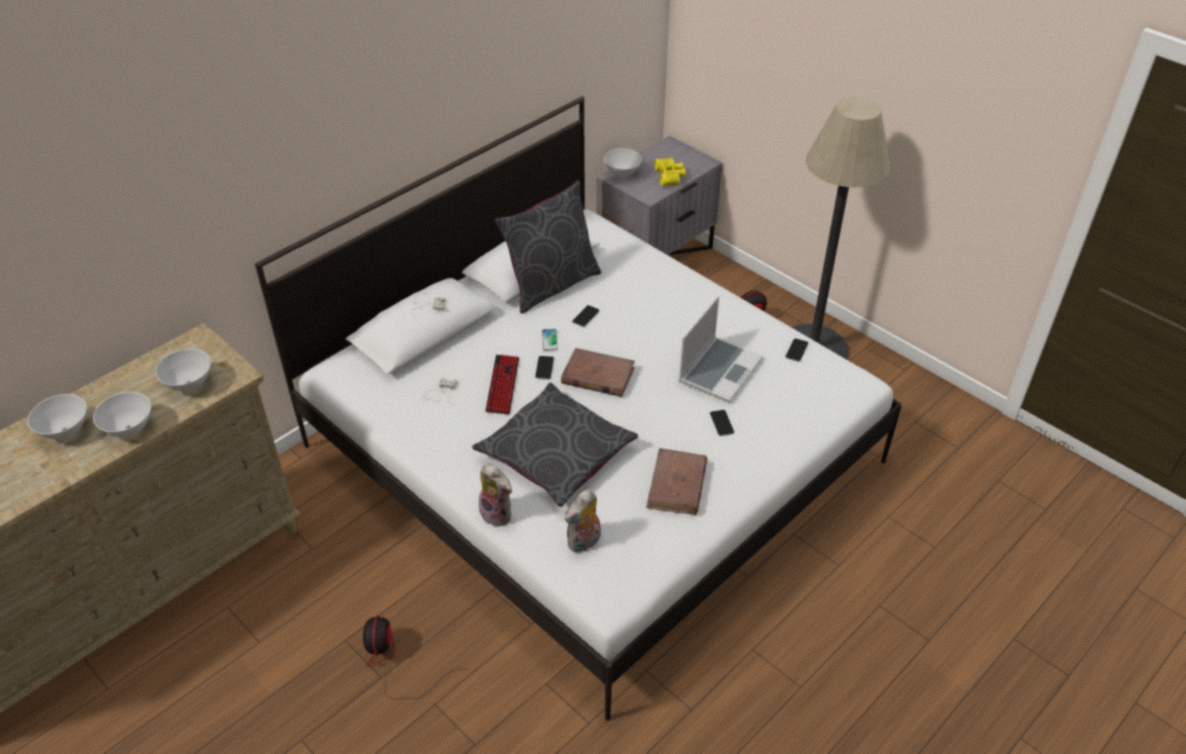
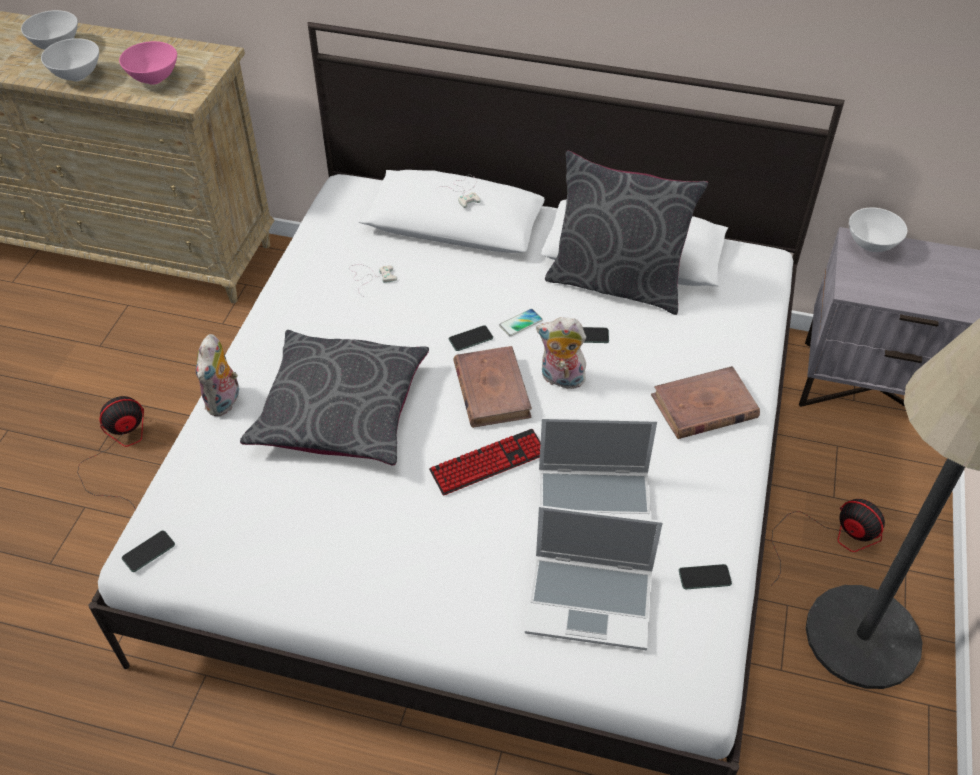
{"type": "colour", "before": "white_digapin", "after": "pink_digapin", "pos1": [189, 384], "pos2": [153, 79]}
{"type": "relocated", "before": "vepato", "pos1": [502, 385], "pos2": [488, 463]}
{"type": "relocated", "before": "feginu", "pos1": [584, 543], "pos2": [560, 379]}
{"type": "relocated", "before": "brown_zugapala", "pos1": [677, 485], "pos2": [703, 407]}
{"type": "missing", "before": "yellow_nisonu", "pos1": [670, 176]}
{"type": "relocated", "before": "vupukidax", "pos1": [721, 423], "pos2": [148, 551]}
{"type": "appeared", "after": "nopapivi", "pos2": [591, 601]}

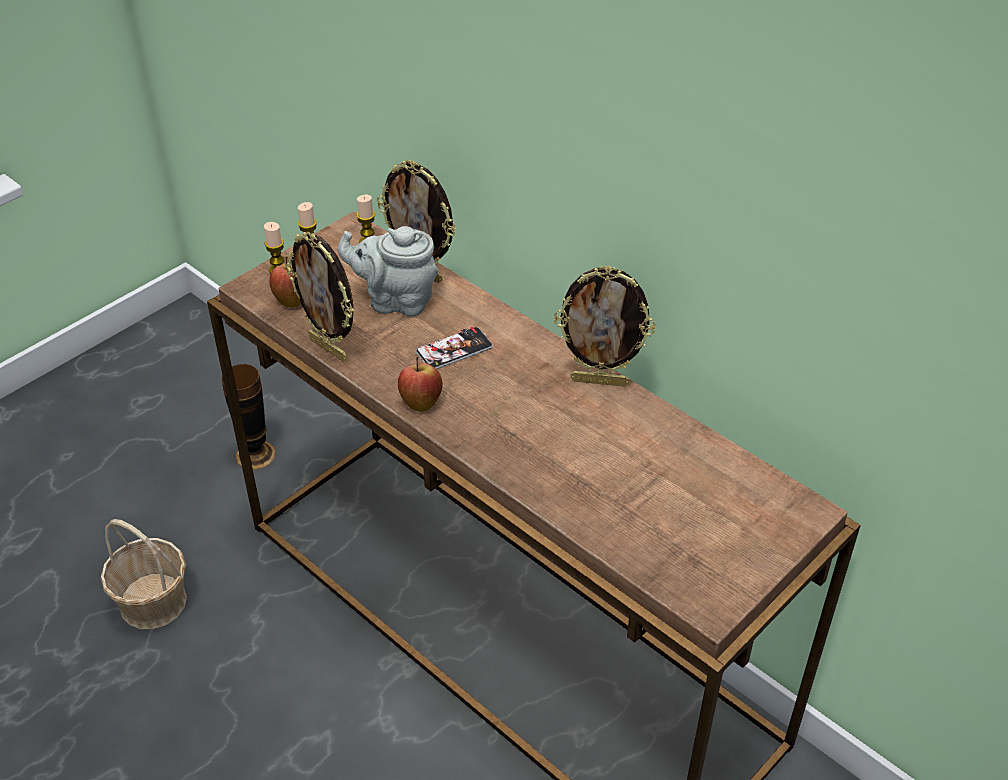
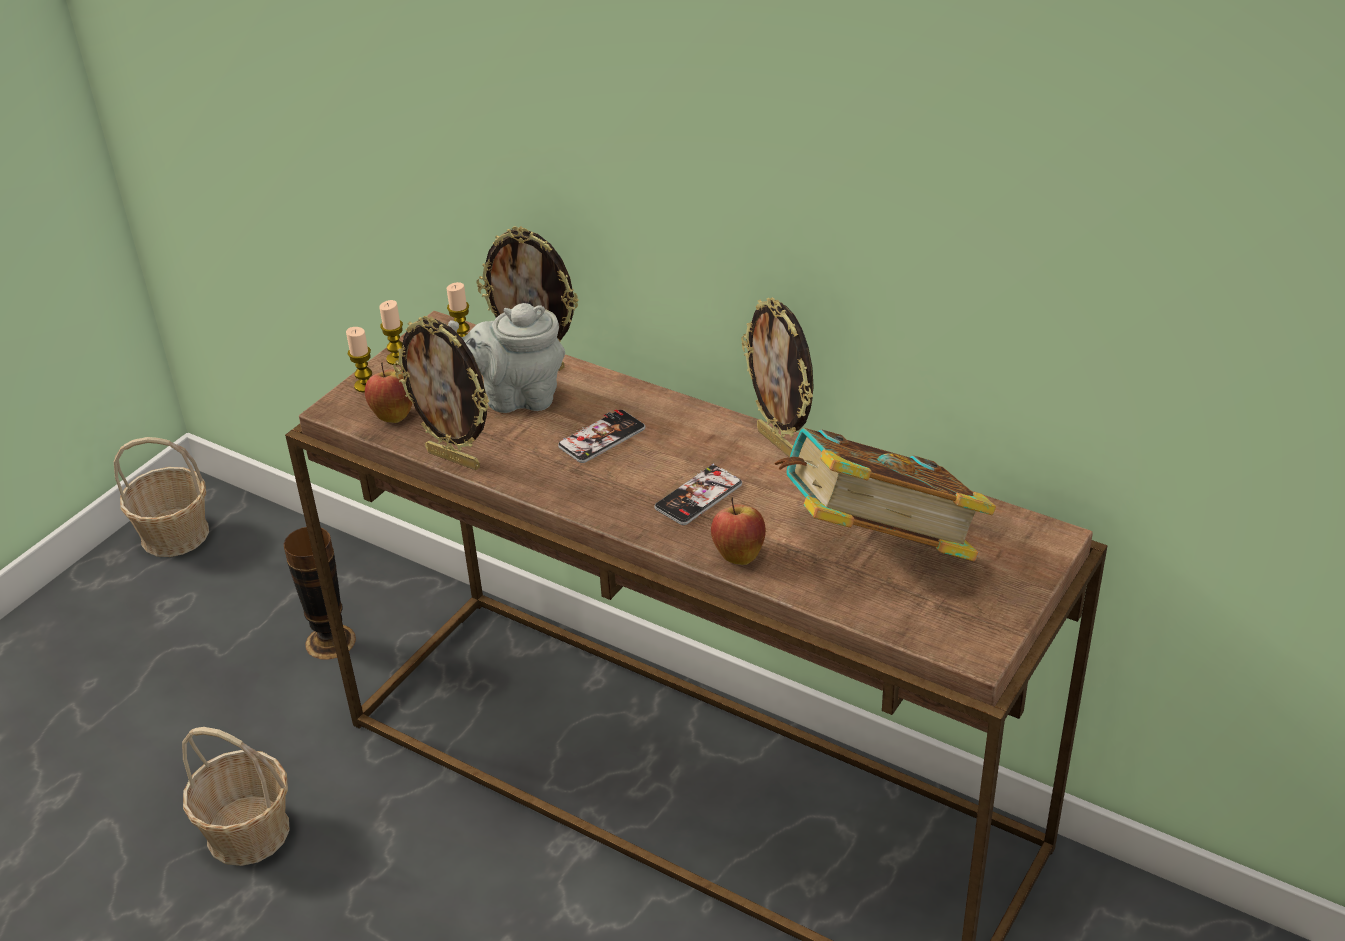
{"type": "relocated", "before": "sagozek", "pos1": [421, 402], "pos2": [738, 554]}
{"type": "spun", "before": "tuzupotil", "pos1": [600, 381], "pos2": [779, 443], "turn": 60}
{"type": "appeared", "after": "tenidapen", "pos2": [175, 535]}
{"type": "appeared", "after": "vupukidax", "pos2": [698, 496]}
{"type": "appeared", "after": "zugapala", "pos2": [877, 548]}

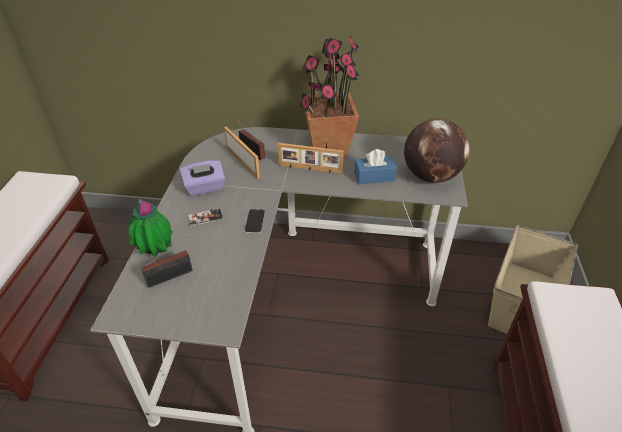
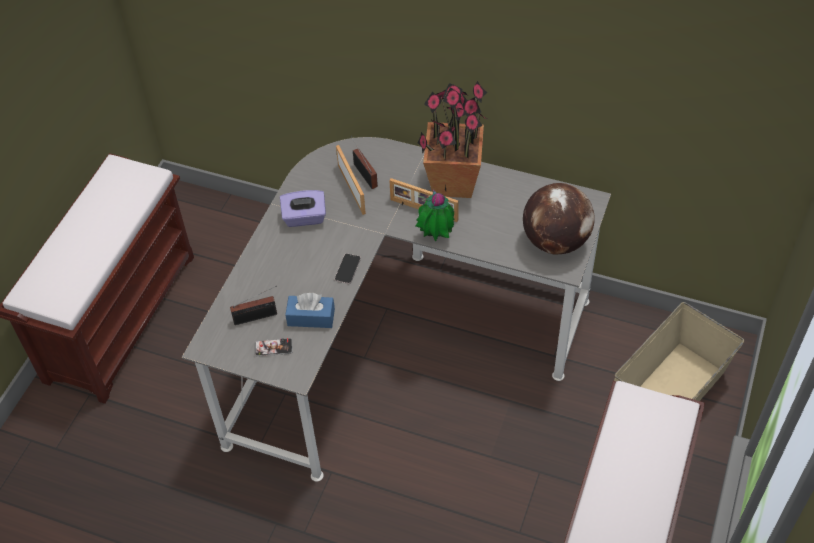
{"type": "relocated", "before": "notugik", "pos1": [156, 255], "pos2": [435, 238]}
{"type": "relocated", "before": "vupukidax", "pos1": [205, 217], "pos2": [273, 348]}
{"type": "relocated", "before": "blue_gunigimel", "pos1": [374, 176], "pos2": [311, 317]}

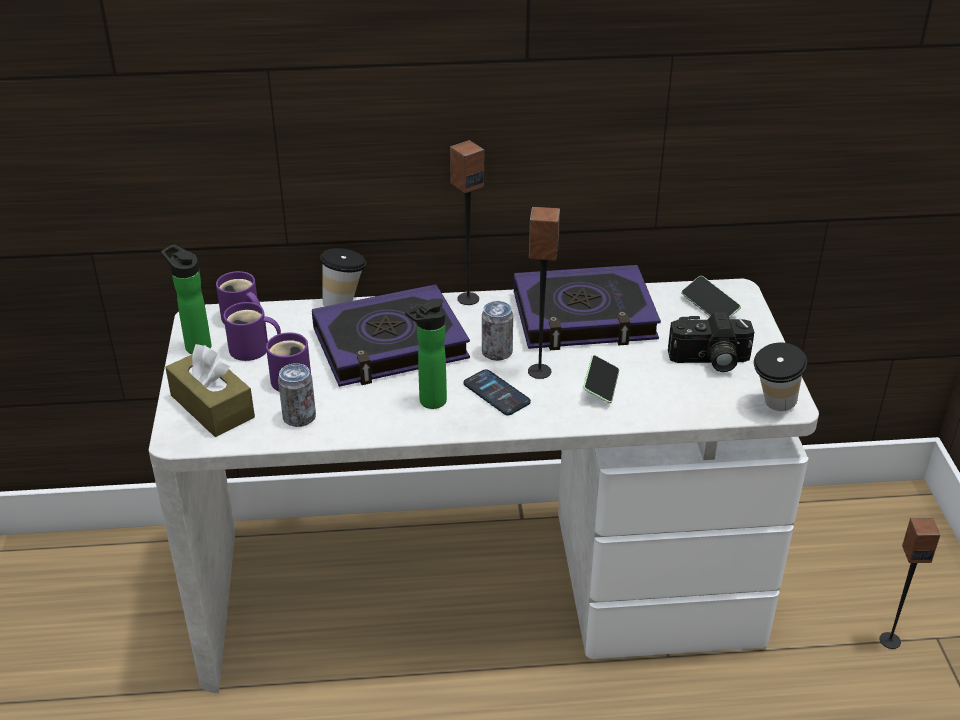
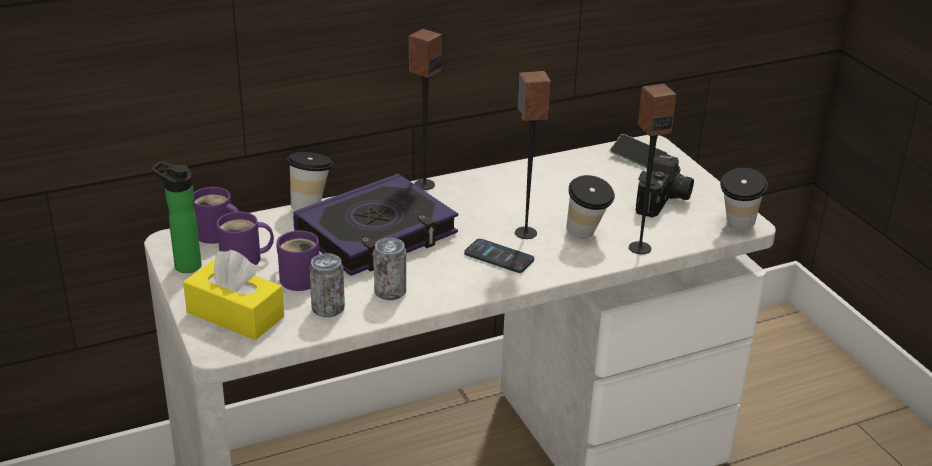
{"type": "colour", "before": "brown_gunigimel", "after": "yellow_gunigimel", "pos1": [212, 406], "pos2": [235, 315]}
{"type": "missing", "before": "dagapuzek", "pos1": [429, 402]}
{"type": "relocated", "before": "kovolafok", "pos1": [497, 352], "pos2": [390, 292]}
{"type": "missing", "before": "zugapala", "pos1": [584, 317]}
{"type": "exchanged", "before": "vupukidax", "after": "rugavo", "pos1": [601, 386], "pos2": [586, 236]}
{"type": "spun", "before": "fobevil", "pos1": [709, 360], "pos2": [664, 201], "turn": -45}
{"type": "relocated", "before": "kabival", "pos1": [889, 640], "pos2": [639, 248]}

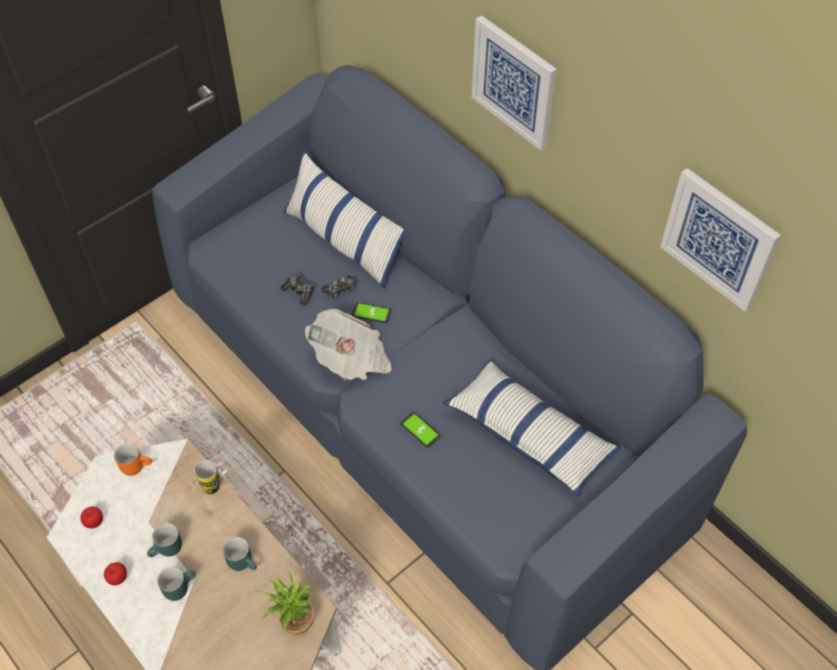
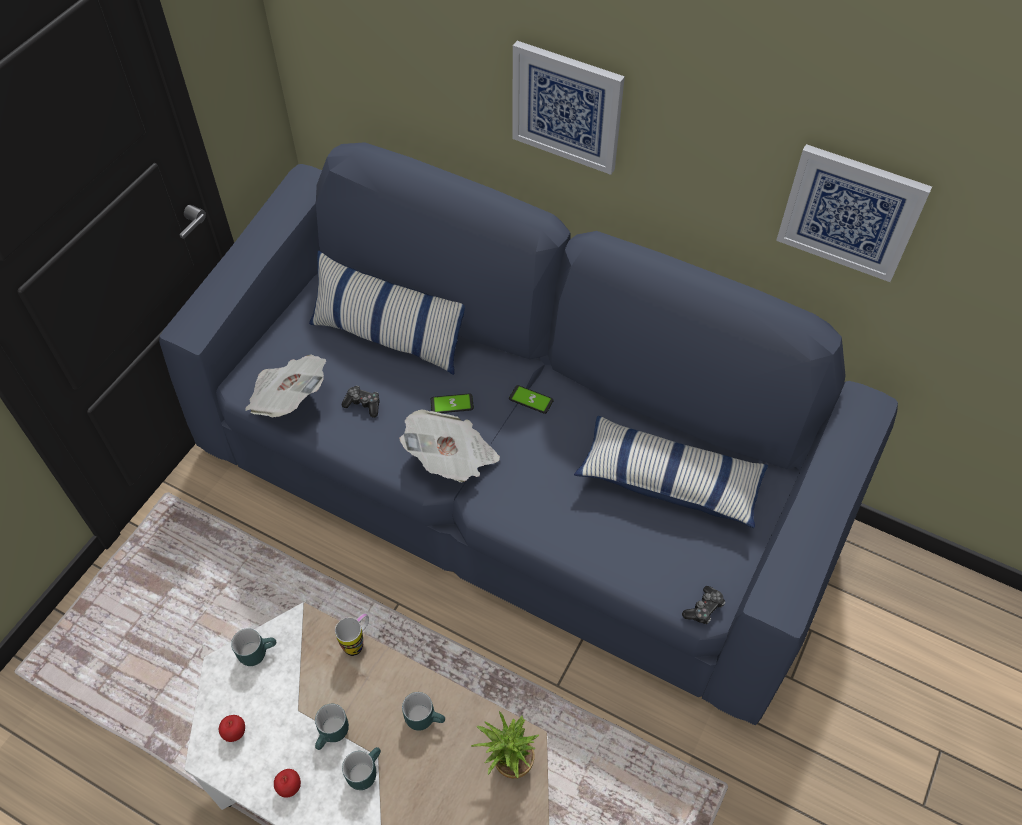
{"type": "colour", "before": "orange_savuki", "after": "turquoise_savuki", "pos1": [136, 465], "pos2": [257, 651]}
{"type": "relocated", "before": "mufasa", "pos1": [340, 290], "pos2": [704, 609]}
{"type": "relocated", "before": "vupukidax", "pos1": [420, 430], "pos2": [531, 400]}
{"type": "appeared", "after": "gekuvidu", "pos2": [289, 398]}

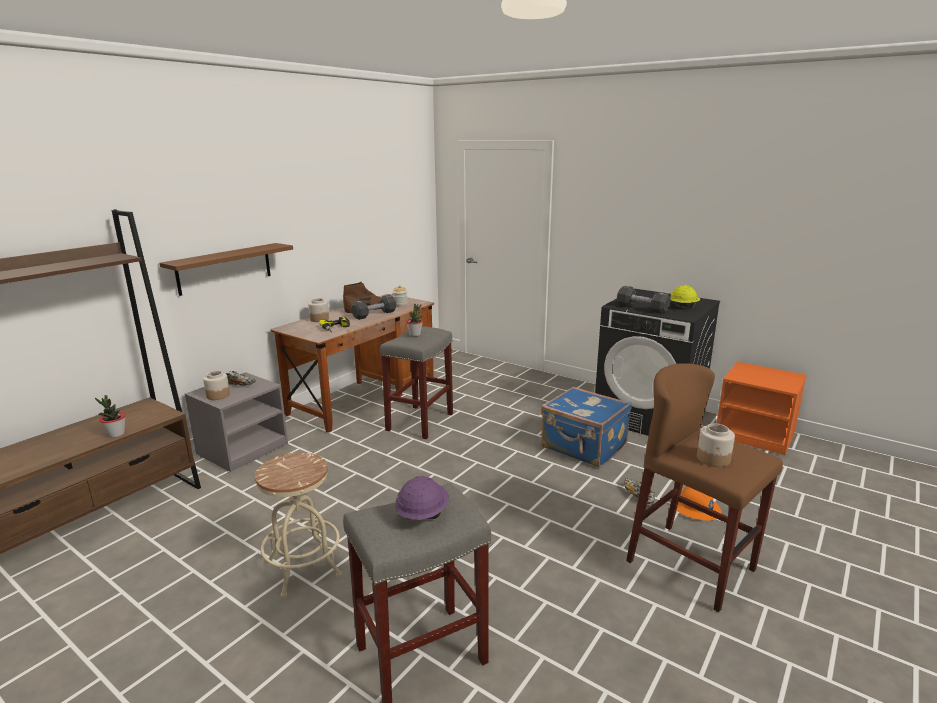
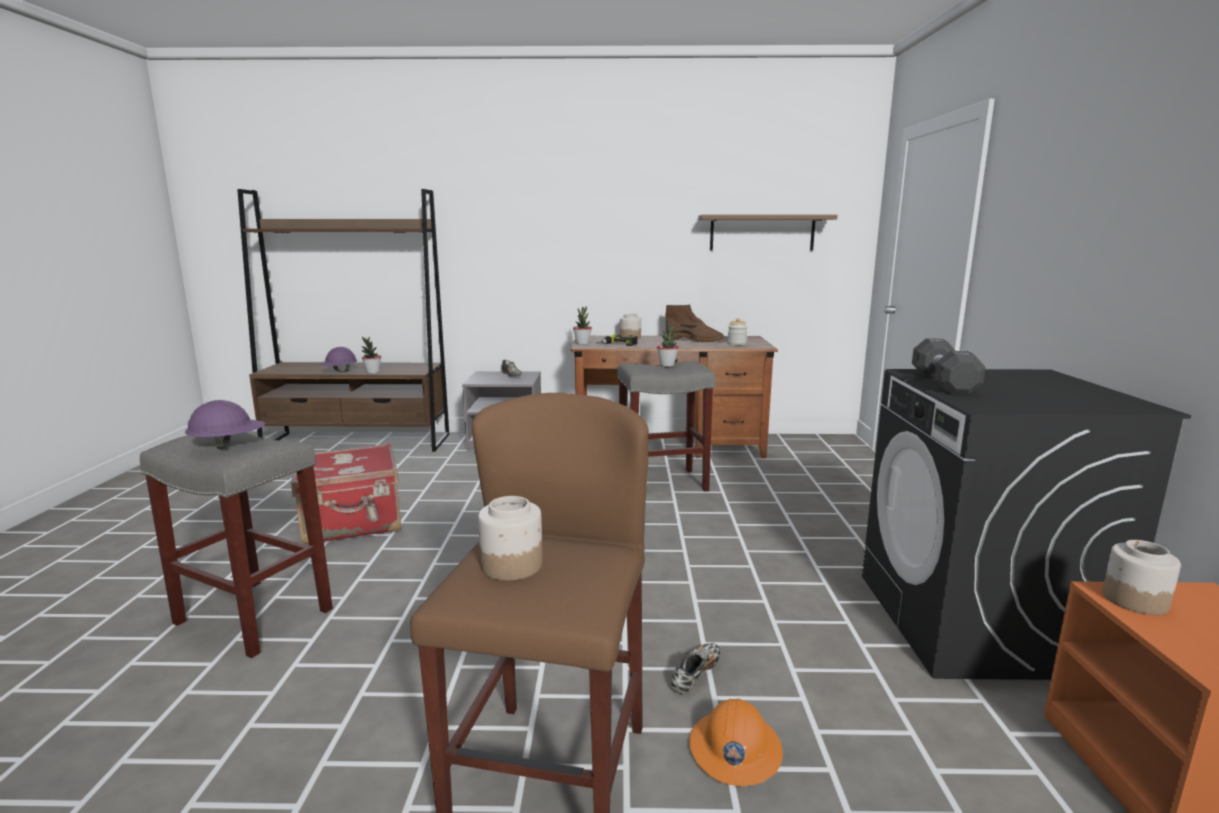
{"type": "relocated", "before": "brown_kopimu", "pos1": [224, 268], "pos2": [762, 233]}
{"type": "relocated", "before": "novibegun", "pos1": [218, 395], "pos2": [1134, 600]}
{"type": "exchanged", "before": "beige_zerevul", "after": "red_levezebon", "pos1": [304, 569], "pos2": [353, 523]}
{"type": "missing", "before": "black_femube", "pos1": [374, 315]}
{"type": "missing", "before": "blue_levezebon", "pos1": [583, 447]}
{"type": "missing", "before": "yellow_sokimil", "pos1": [683, 307]}
{"type": "appeared", "after": "purple_sokimil", "pos2": [339, 372]}
{"type": "appeared", "after": "notugik", "pos2": [582, 343]}

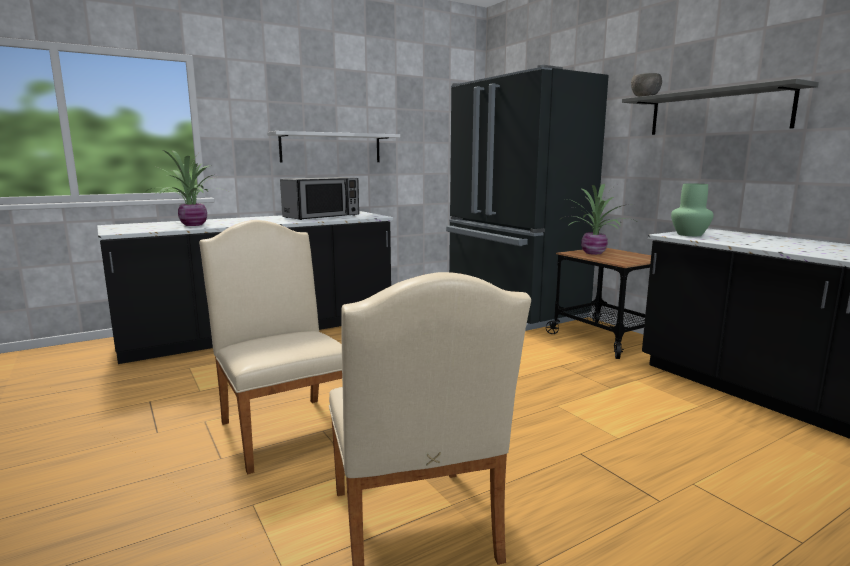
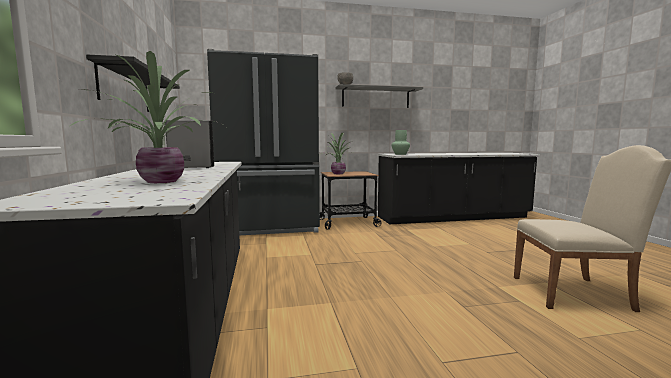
{"type": "missing", "before": "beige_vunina", "pos1": [283, 427]}
{"type": "colour", "before": "white_kopimu", "after": "black_kopimu", "pos1": [331, 148], "pos2": [125, 90]}

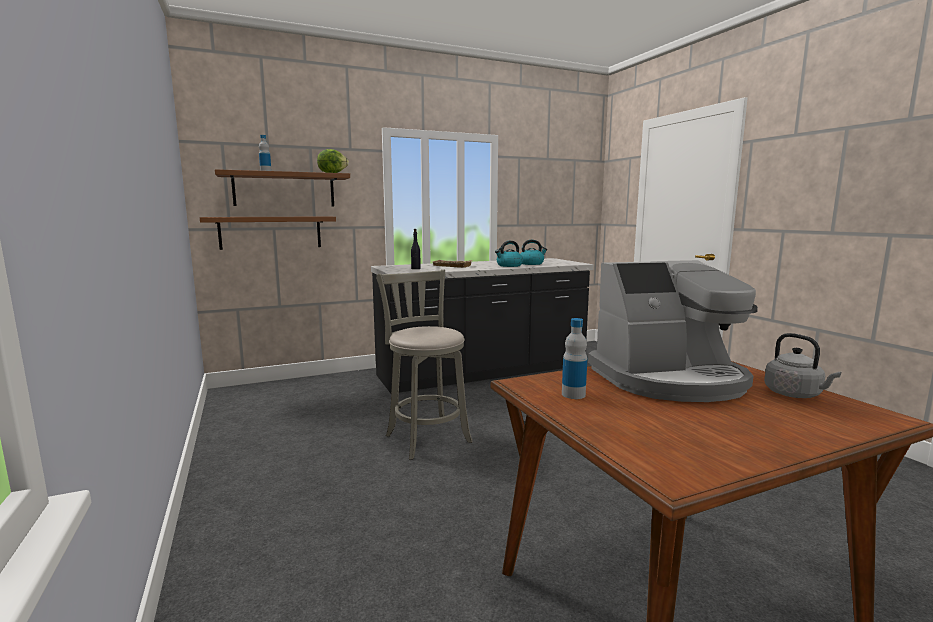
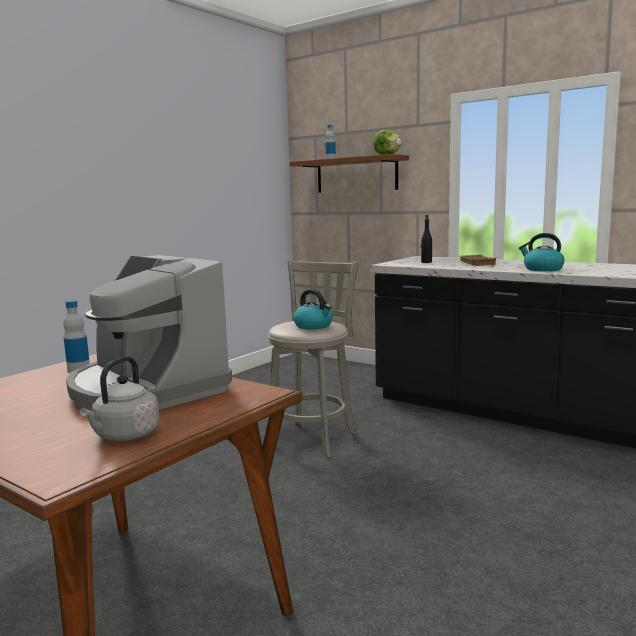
{"type": "missing", "before": "brown_kopimu", "pos1": [270, 232]}
{"type": "relocated", "before": "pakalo", "pos1": [531, 263], "pos2": [314, 326]}

